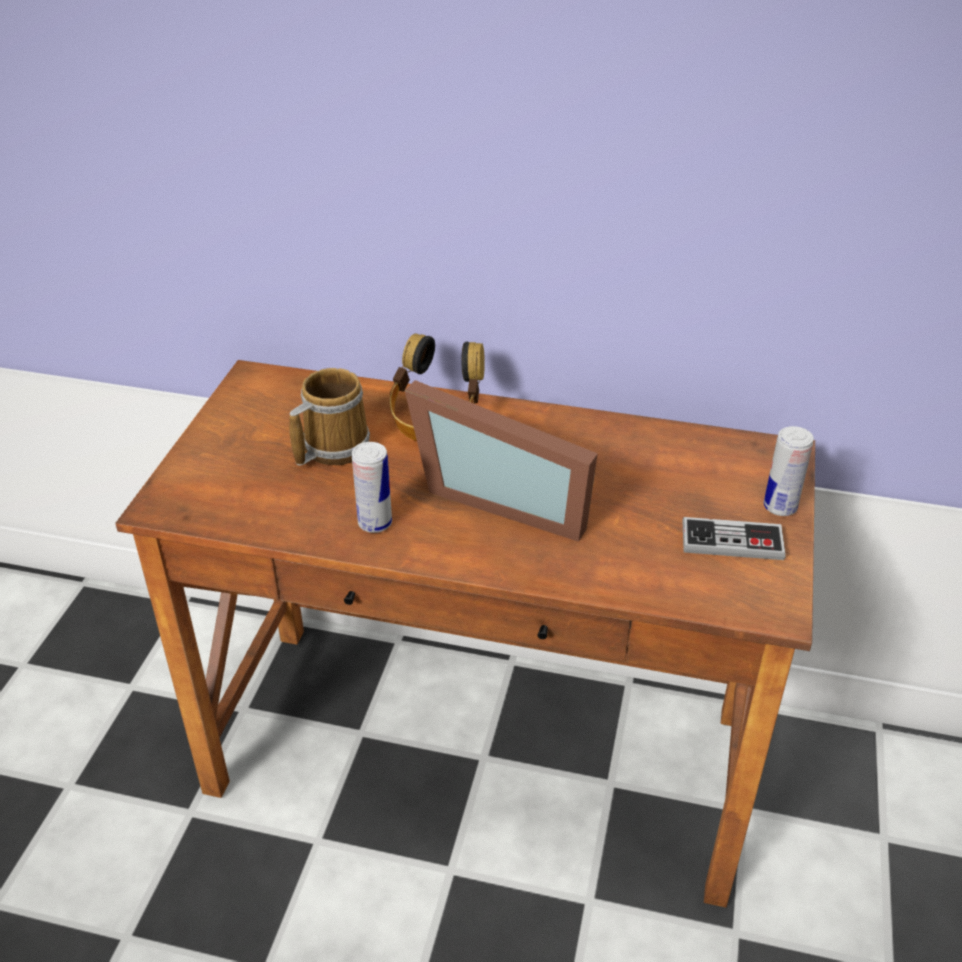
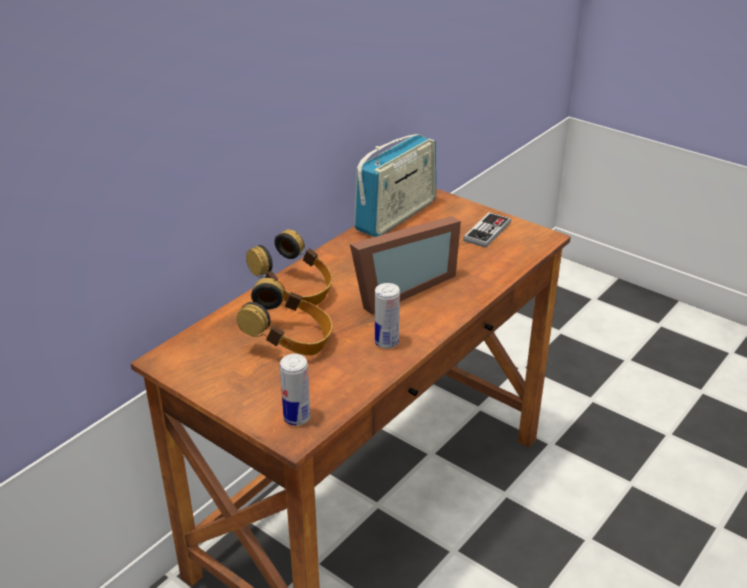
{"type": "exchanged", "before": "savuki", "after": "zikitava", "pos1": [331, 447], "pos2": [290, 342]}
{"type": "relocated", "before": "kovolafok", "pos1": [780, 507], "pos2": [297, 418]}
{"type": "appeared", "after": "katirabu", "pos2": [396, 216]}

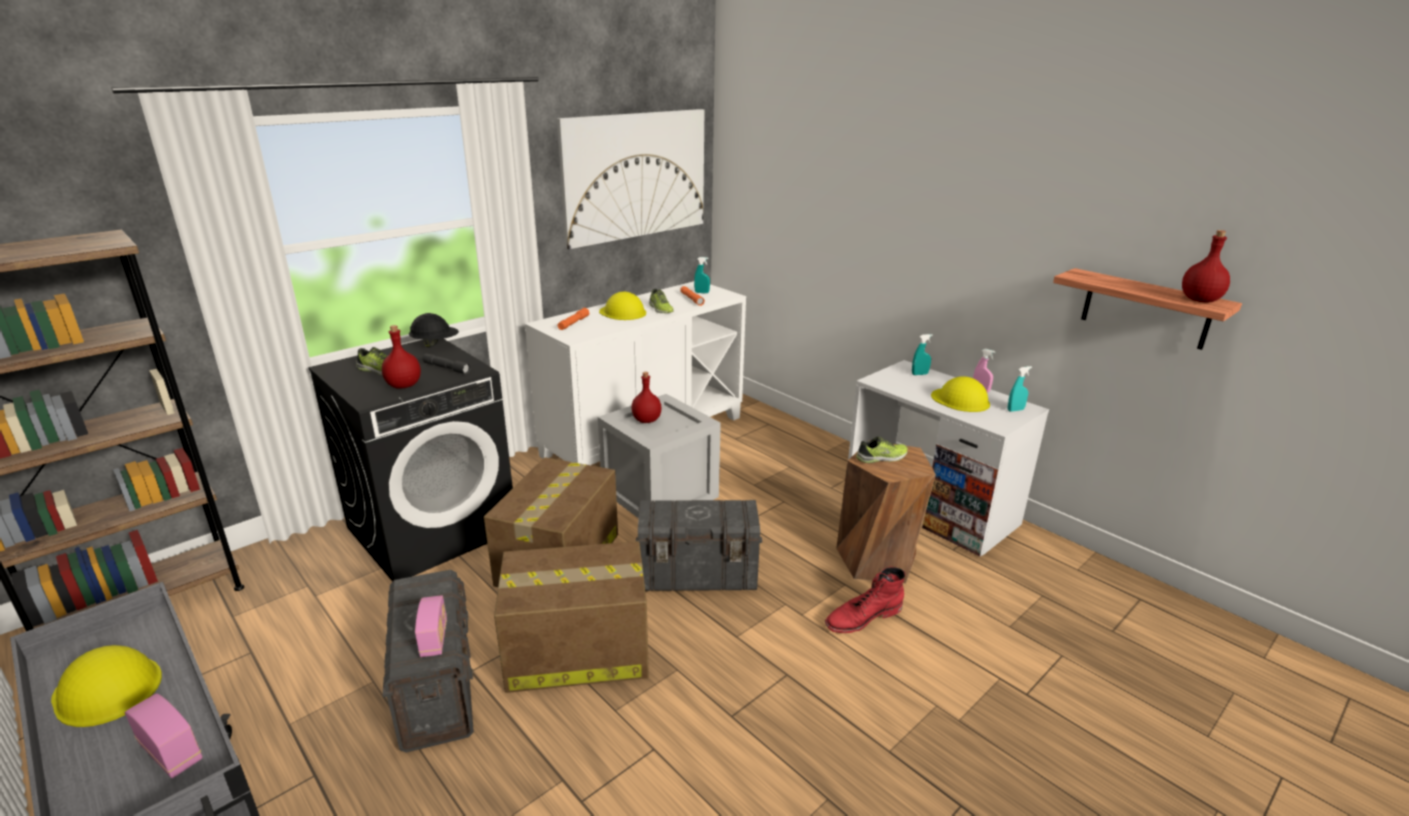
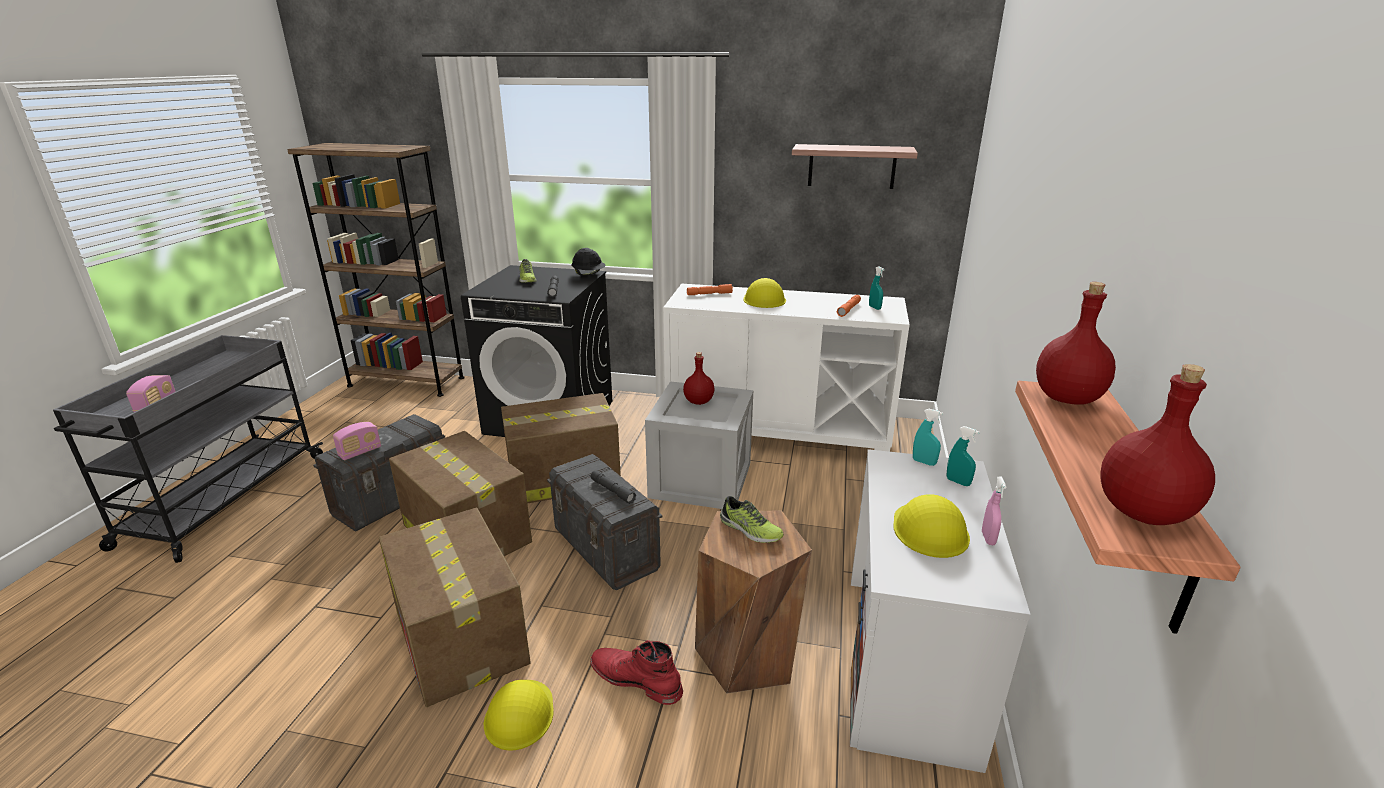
{"type": "relocated", "before": "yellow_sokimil", "pos1": [107, 689], "pos2": [519, 714]}
{"type": "relocated", "before": "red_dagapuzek", "pos1": [403, 386], "pos2": [1066, 399]}
{"type": "exchanged", "before": "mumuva", "after": "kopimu", "pos1": [635, 176], "pos2": [851, 166]}
{"type": "missing", "before": "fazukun", "pos1": [660, 309]}
{"type": "relocated", "before": "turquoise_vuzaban", "pos1": [1015, 410], "pos2": [924, 462]}
{"type": "appeared", "after": "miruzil", "pos2": [461, 638]}
{"type": "appeared", "after": "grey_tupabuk", "pos2": [612, 491]}

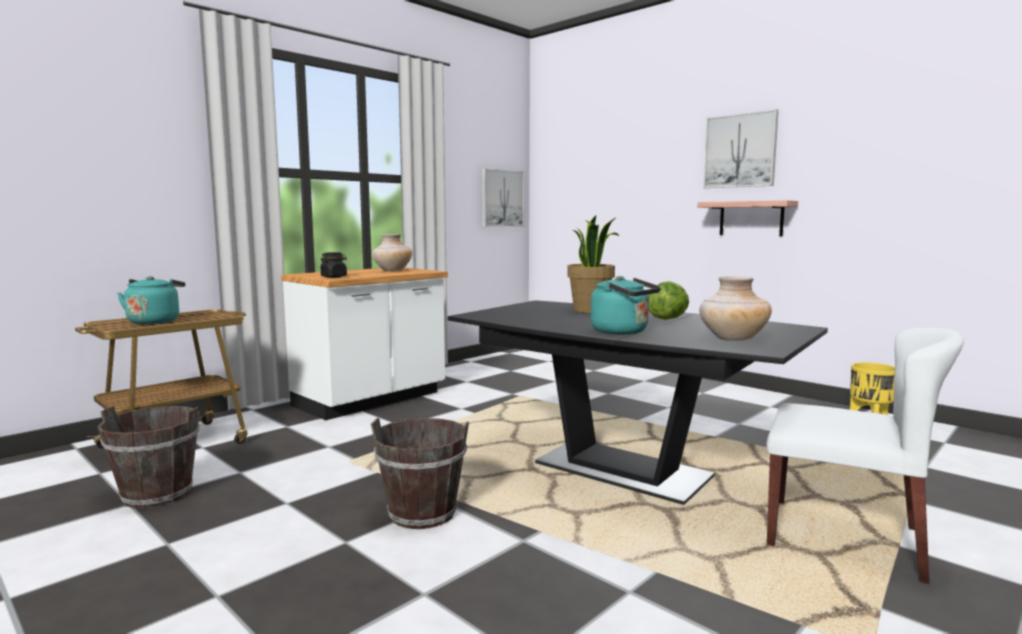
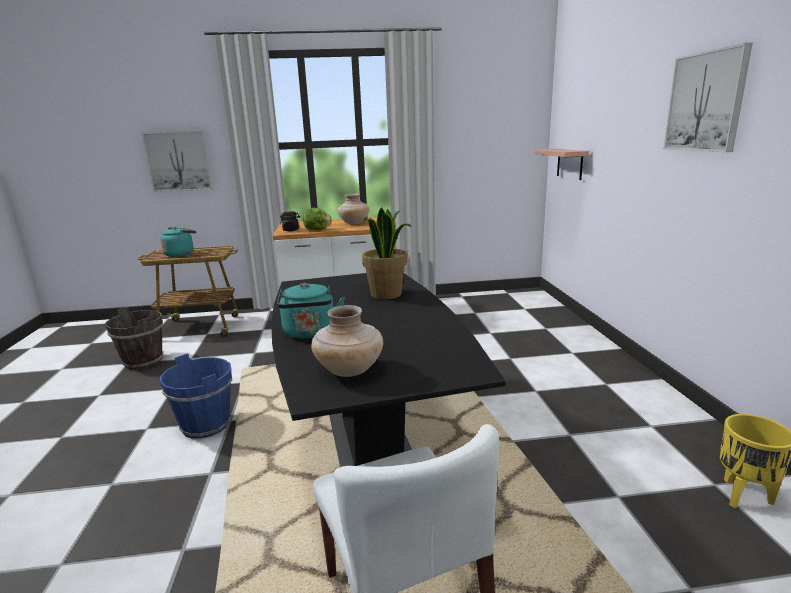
{"type": "colour", "before": "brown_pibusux", "after": "blue_pibusux", "pos1": [422, 513], "pos2": [206, 425]}
{"type": "relocated", "before": "mumuva", "pos1": [502, 198], "pos2": [178, 161]}
{"type": "relocated", "before": "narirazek", "pos1": [668, 319], "pos2": [317, 230]}
{"type": "relocated", "before": "kopimu", "pos1": [751, 218], "pos2": [570, 163]}

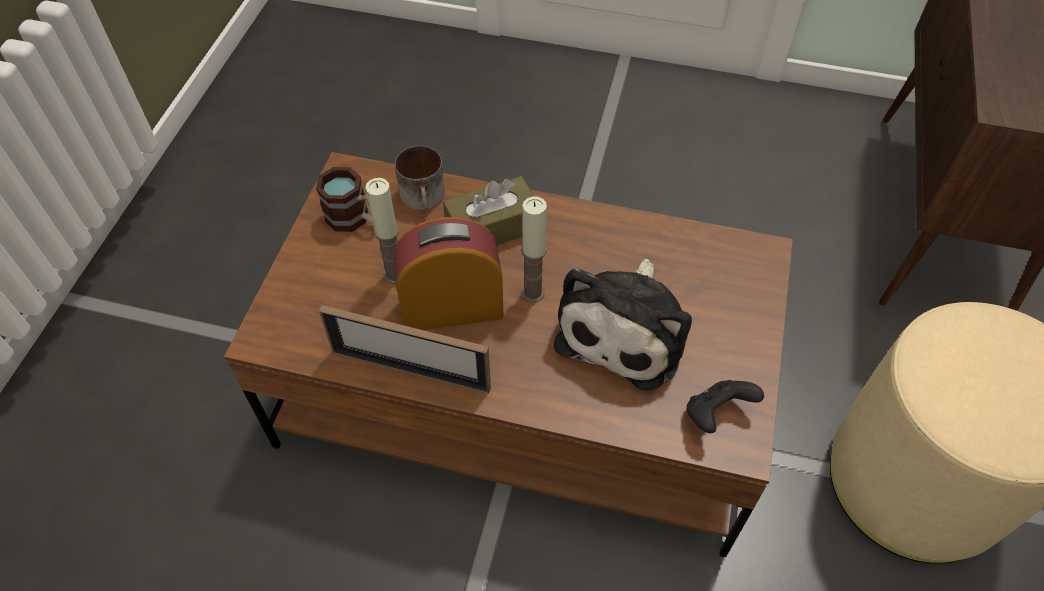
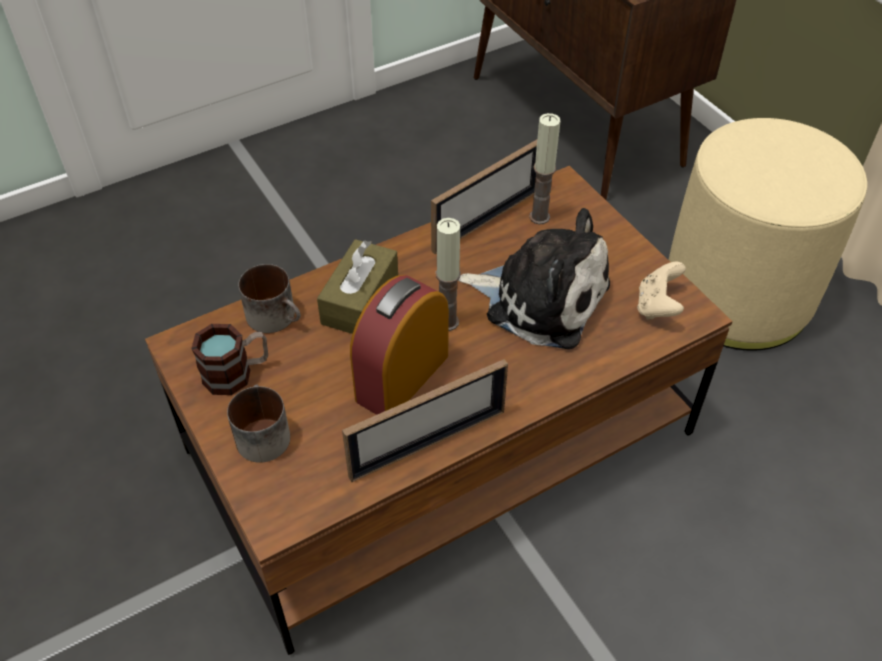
{"type": "relocated", "before": "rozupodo", "pos1": [395, 275], "pos2": [539, 217]}
{"type": "spun", "before": "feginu", "pos1": [626, 329], "pos2": [540, 298], "turn": -45}
{"type": "colour", "before": "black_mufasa", "after": "beige_mufasa", "pos1": [716, 414], "pos2": [657, 306]}
{"type": "appeared", "after": "savuki", "pos2": [260, 433]}
{"type": "appeared", "after": "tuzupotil", "pos2": [487, 220]}

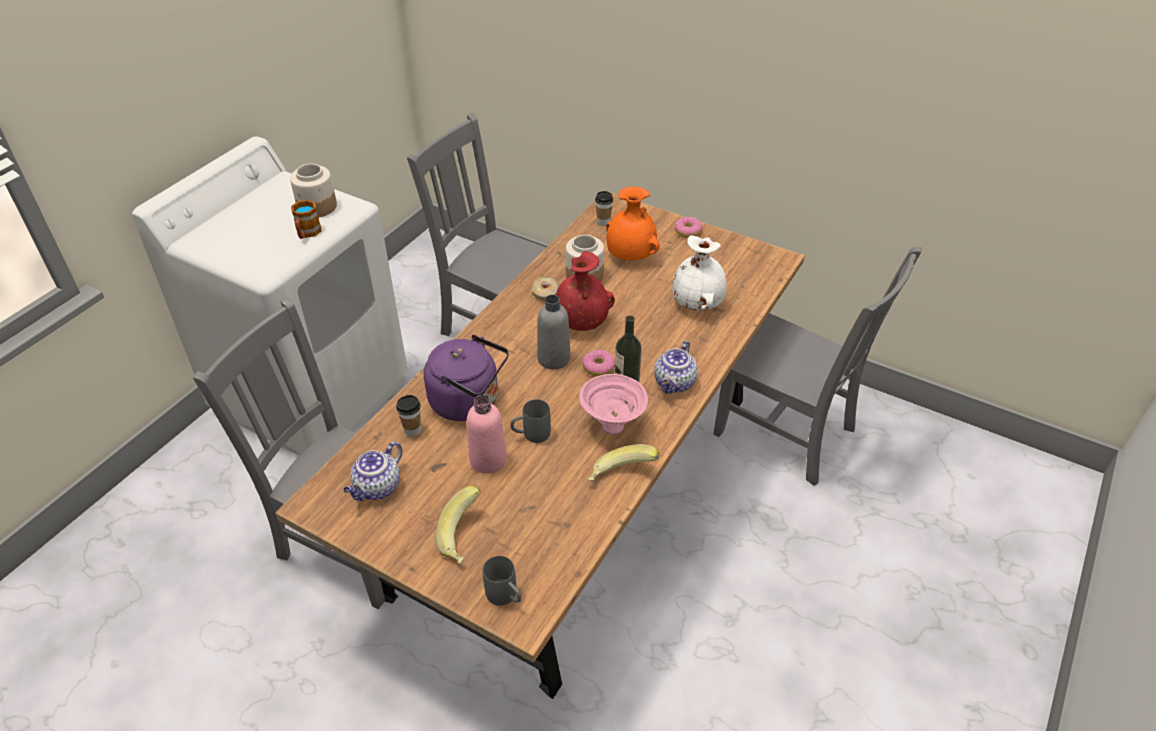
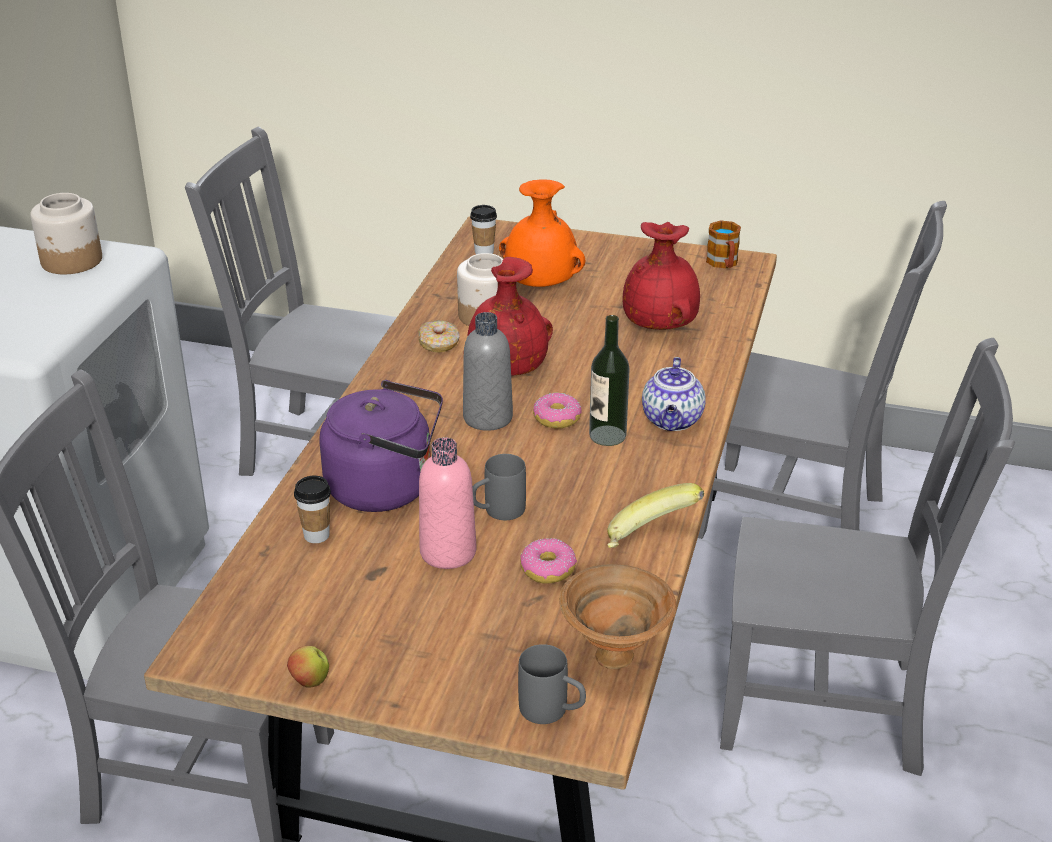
{"type": "relocated", "before": "savuki", "pos1": [307, 233], "pos2": [724, 264]}
{"type": "missing", "before": "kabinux", "pos1": [377, 488]}
{"type": "missing", "before": "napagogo", "pos1": [464, 537]}
{"type": "missing", "before": "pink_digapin", "pos1": [611, 425]}
{"type": "colour", "before": "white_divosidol", "after": "red_divosidol", "pos1": [698, 303], "pos2": [660, 326]}
{"type": "relocated", "before": "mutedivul", "pos1": [687, 231], "pos2": [547, 569]}
{"type": "appeared", "after": "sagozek", "pos2": [310, 682]}
{"type": "appeared", "after": "brown_digapin", "pos2": [614, 654]}
{"type": "appeared", "after": "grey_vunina", "pos2": [830, 706]}

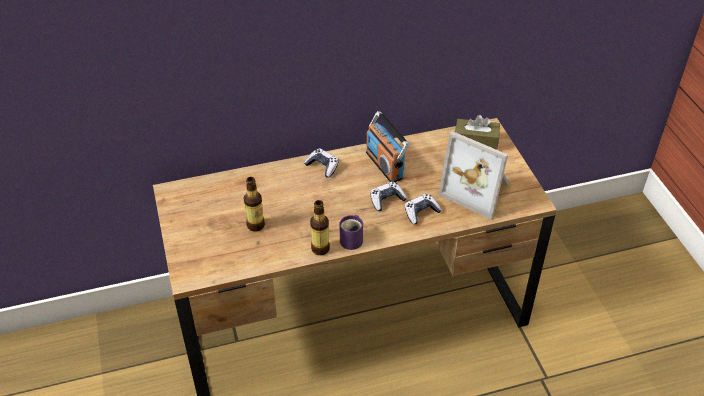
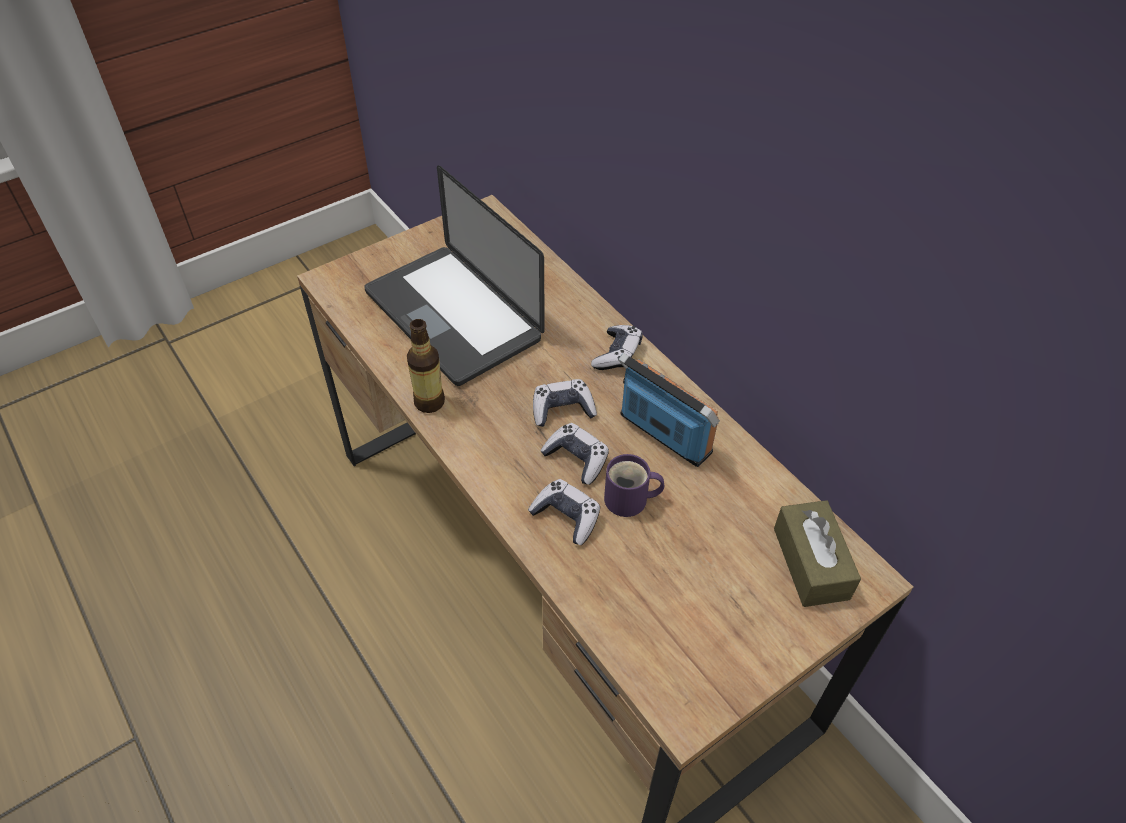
{"type": "exchanged", "before": "dagapuzek", "after": "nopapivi", "pos1": [256, 225], "pos2": [453, 316]}
{"type": "relocated", "before": "purple_savuki", "pos1": [352, 239], "pos2": [630, 500]}
{"type": "spun", "before": "katirabu", "pos1": [385, 165], "pos2": [664, 434], "turn": 90}
{"type": "missing", "before": "tuzupotil", "pos1": [478, 190]}
{"type": "appeared", "after": "mufasa", "pos2": [562, 409]}

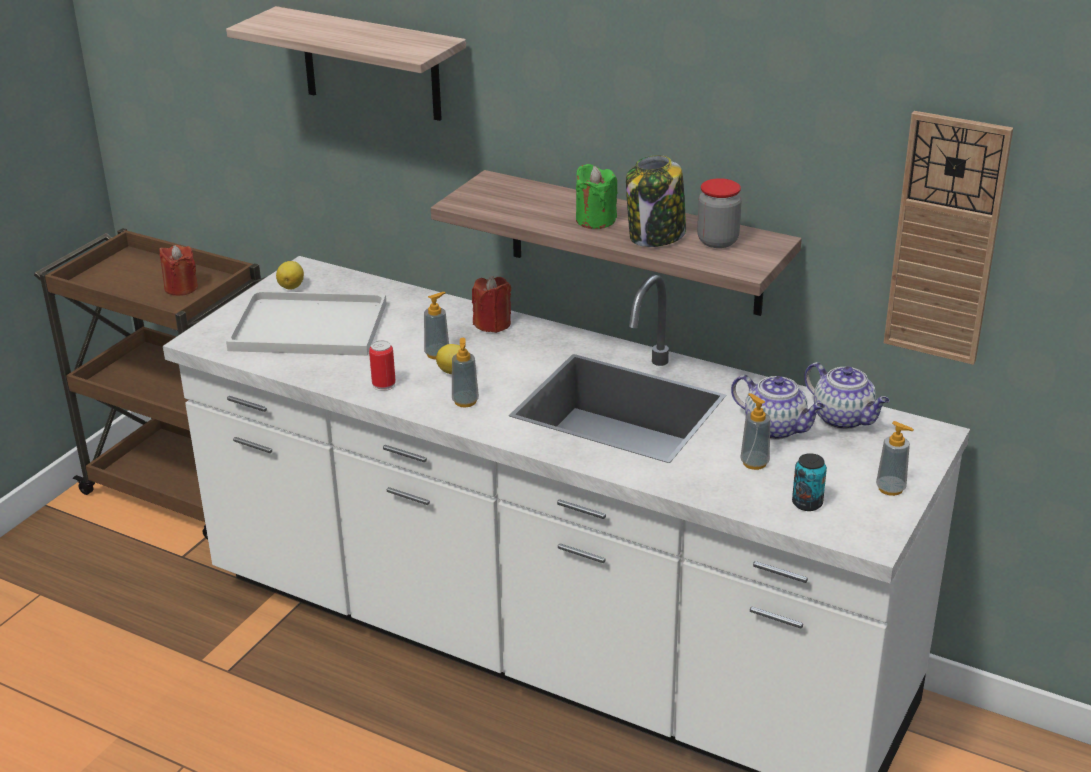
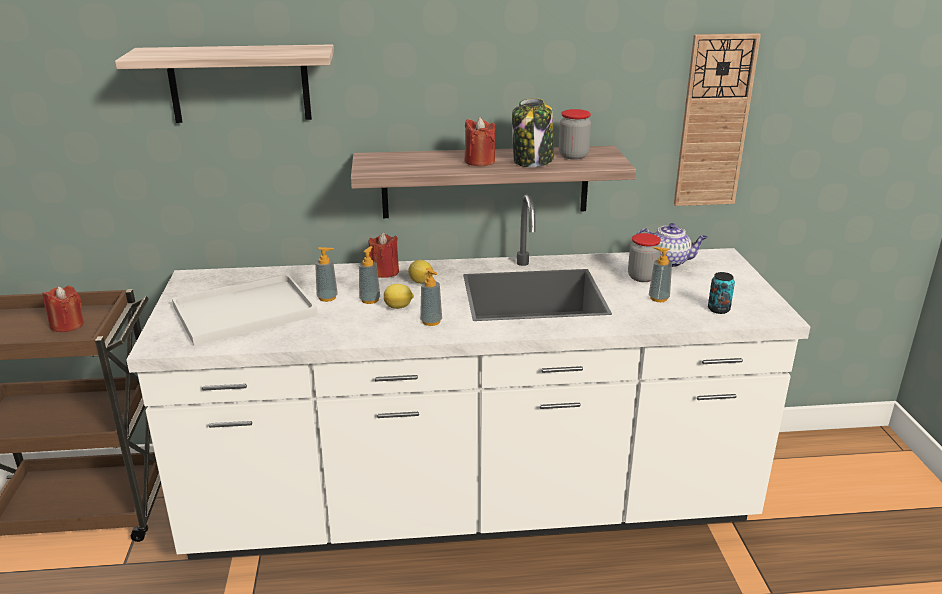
{"type": "relocated", "before": "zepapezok", "pos1": [292, 286], "pos2": [420, 281]}
{"type": "missing", "before": "kovolafok", "pos1": [384, 385]}
{"type": "colour", "before": "green_rozupodo", "after": "red_rozupodo", "pos1": [595, 220], "pos2": [479, 161]}
{"type": "exchanged", "before": "kabinux", "after": "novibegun", "pos1": [776, 429], "pos2": [642, 277]}
{"type": "relocated", "before": "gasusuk", "pos1": [890, 488], "pos2": [327, 297]}

